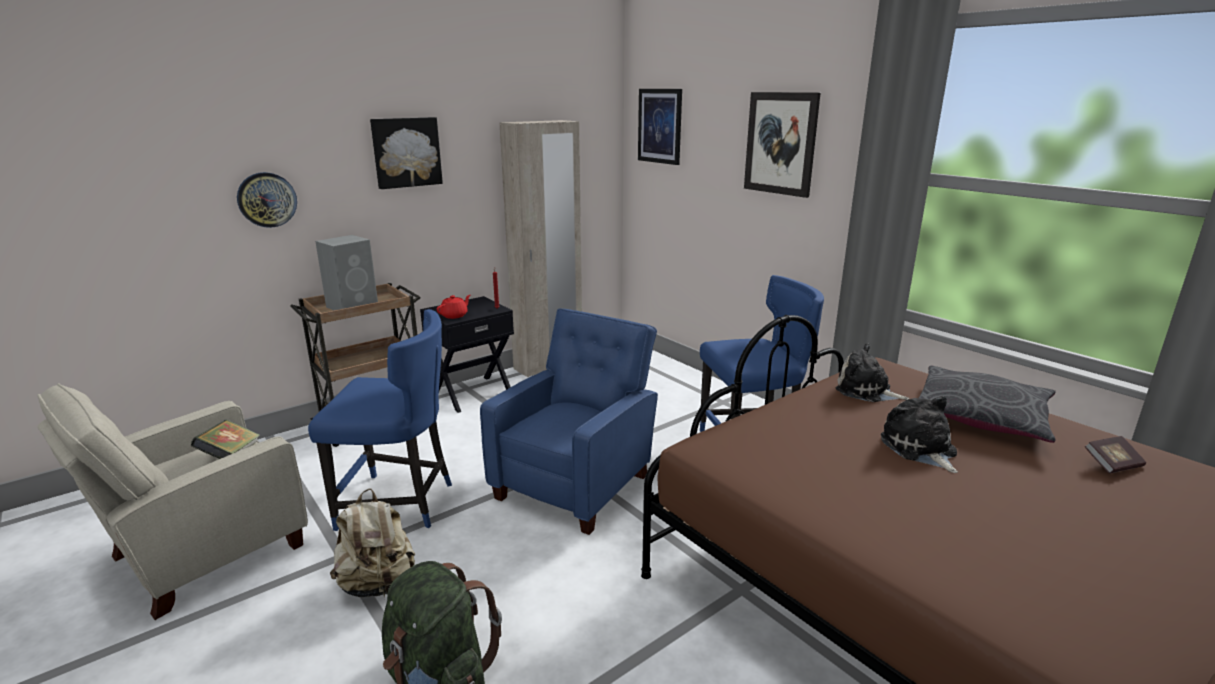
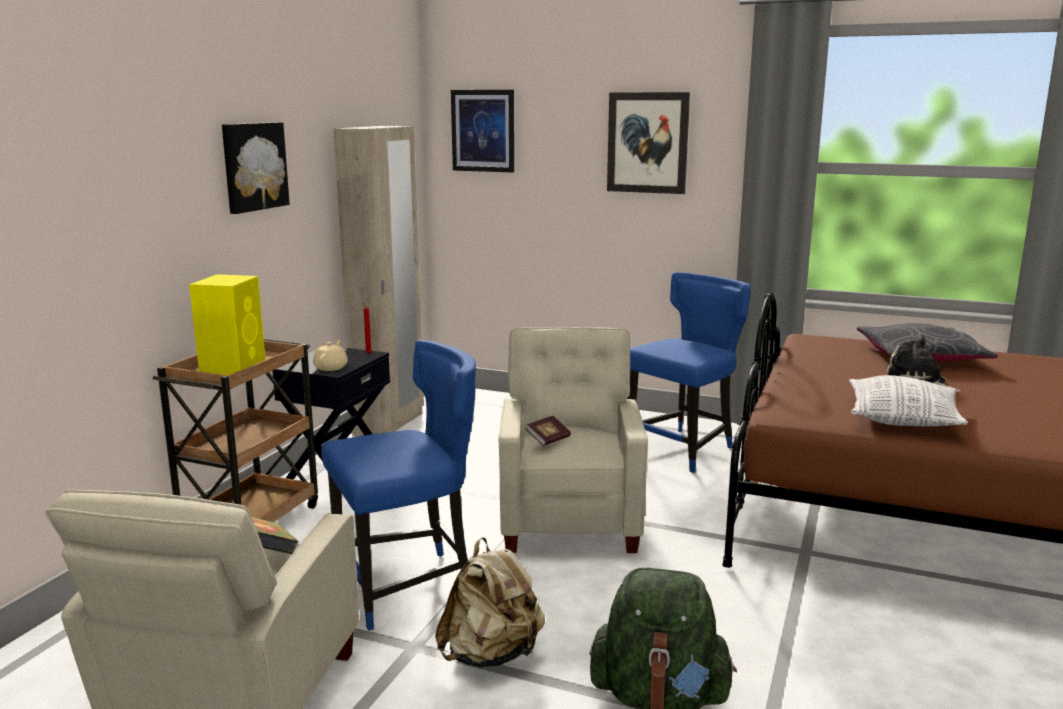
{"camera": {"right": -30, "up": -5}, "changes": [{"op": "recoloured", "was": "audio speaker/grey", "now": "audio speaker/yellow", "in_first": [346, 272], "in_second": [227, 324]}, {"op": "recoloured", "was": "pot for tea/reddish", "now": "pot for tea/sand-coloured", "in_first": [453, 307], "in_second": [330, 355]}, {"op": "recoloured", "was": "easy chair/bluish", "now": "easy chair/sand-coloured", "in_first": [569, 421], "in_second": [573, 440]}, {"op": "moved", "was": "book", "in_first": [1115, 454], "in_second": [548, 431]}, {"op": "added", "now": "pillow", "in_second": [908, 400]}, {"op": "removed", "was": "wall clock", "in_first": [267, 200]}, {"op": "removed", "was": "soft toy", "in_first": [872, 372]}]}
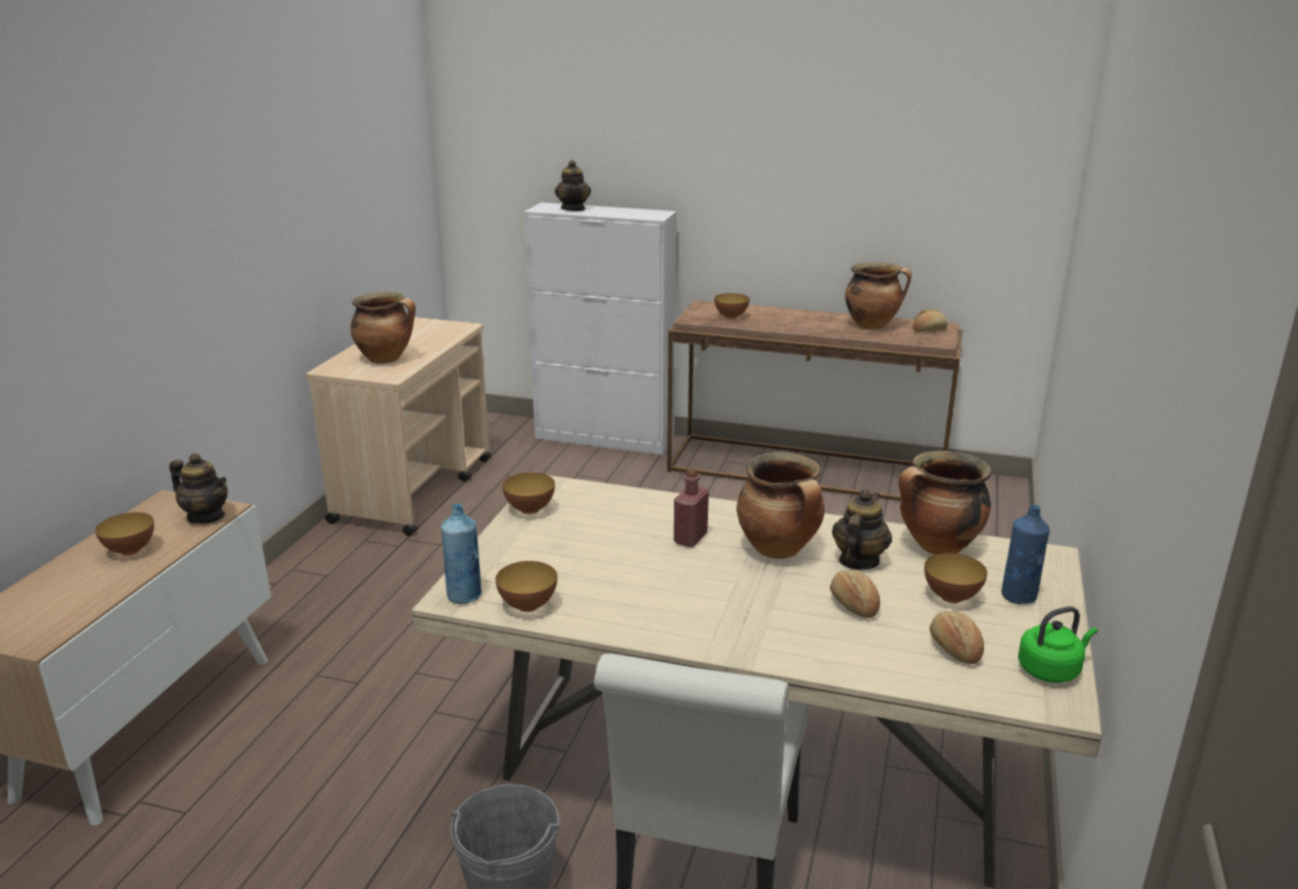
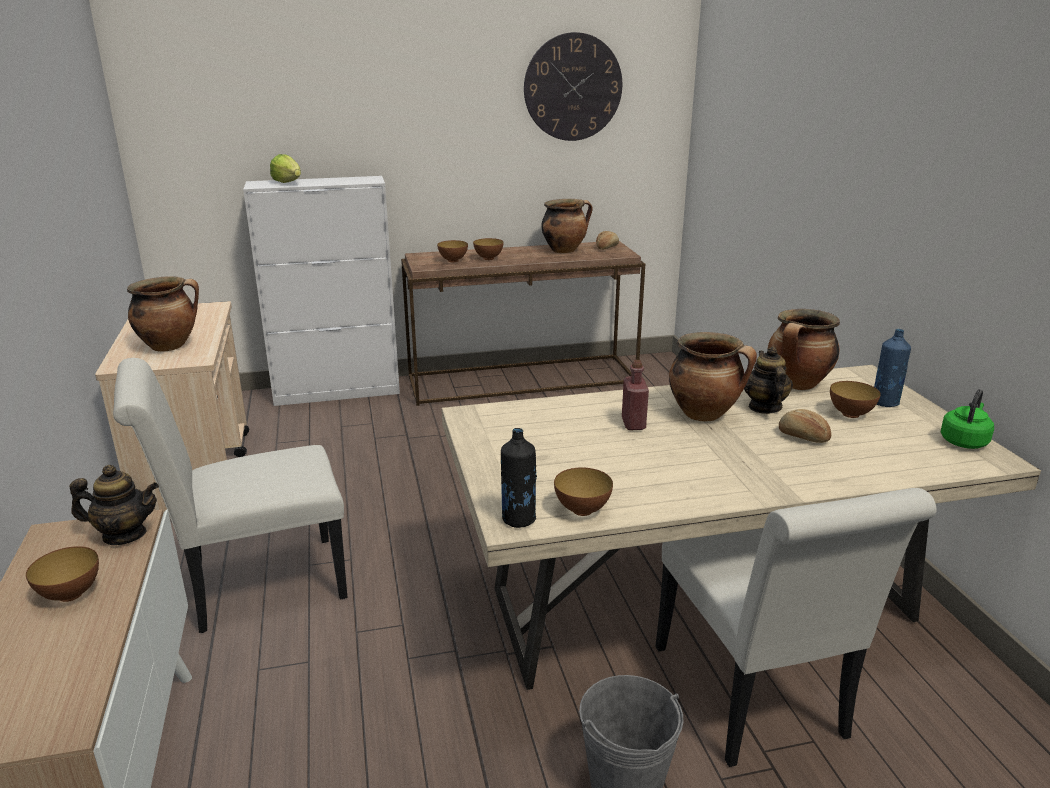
{"camera": {"right": -30, "up": 0}, "changes": [{"op": "added", "now": "upright chair/white-coloured", "in_second": [230, 495]}, {"op": "replaced", "was": "pot for tea", "now": "lettuce head", "in_first": [573, 185], "in_second": [285, 168]}, {"op": "moved", "was": "serving bowl", "in_first": [528, 493], "in_second": [488, 249]}, {"op": "recoloured", "was": "drink bottle/bluish", "now": "drink bottle/black", "in_first": [461, 554], "in_second": [519, 478]}, {"op": "added", "now": "wall clock", "in_second": [573, 86]}, {"op": "removed", "was": "bakery bread", "in_first": [957, 637]}]}
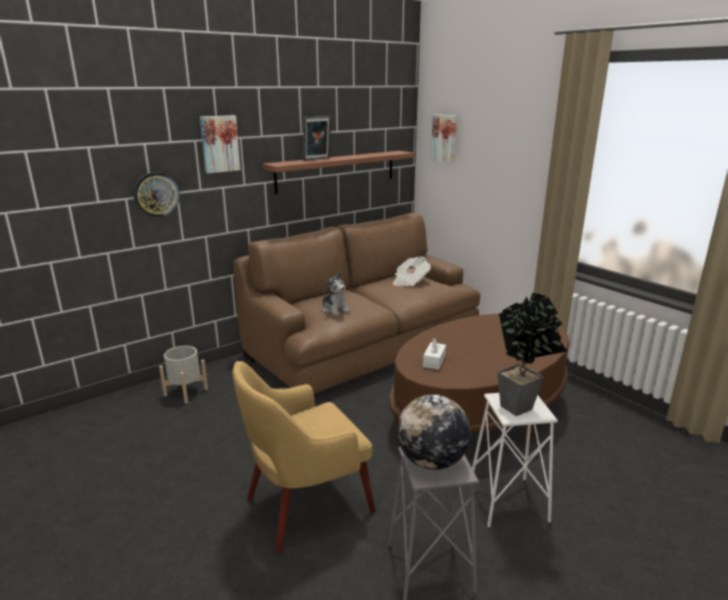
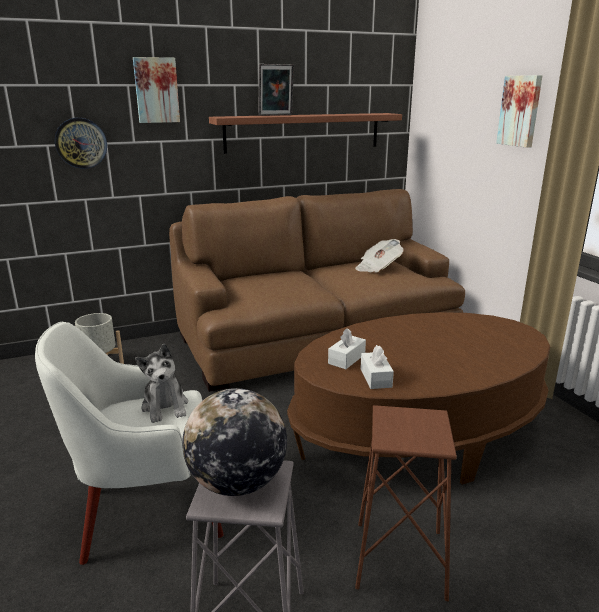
{"camera": {"right": 15, "up": 0}, "changes": [{"op": "recoloured", "was": "easy chair/yellow", "now": "easy chair/white-coloured", "in_first": [304, 457], "in_second": [129, 443]}, {"op": "moved", "was": "soft toy", "in_first": [336, 294], "in_second": [161, 383]}, {"op": "recoloured", "was": "stool/white-coloured", "now": "stool/brown-coloured", "in_first": [515, 460], "in_second": [406, 503]}, {"op": "added", "now": "tissue box/white-coloured", "in_second": [377, 367]}, {"op": "moved", "was": "wall art", "in_first": [444, 138], "in_second": [519, 111]}, {"op": "removed", "was": "plant in a pot", "in_first": [532, 354]}]}
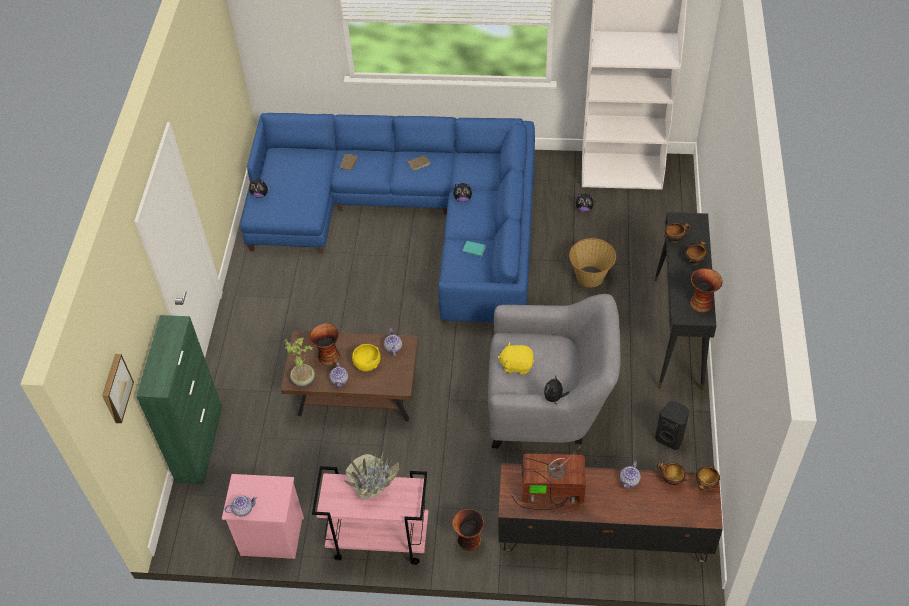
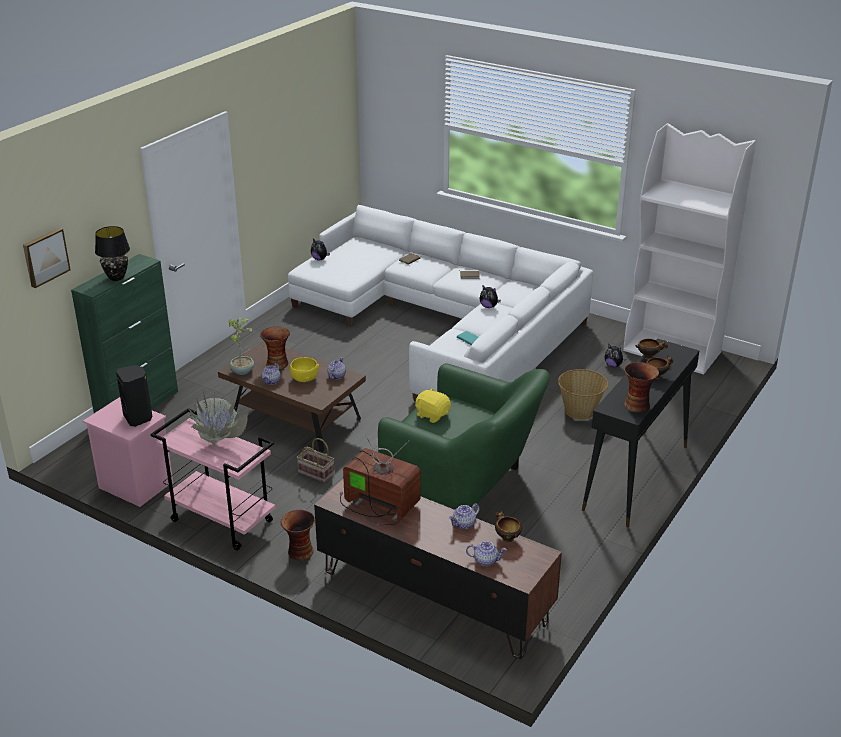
{"camera": {"right": 25, "up": -20}, "changes": [{"op": "added", "now": "table lamp/black", "in_second": [112, 253]}, {"op": "moved", "was": "audio speaker/black", "in_first": [672, 425], "in_second": [134, 396]}, {"op": "recoloured", "was": "couch/bluish", "now": "couch/white-coloured", "in_first": [387, 219], "in_second": [440, 303]}, {"op": "added", "now": "household basket", "in_second": [315, 460]}, {"op": "recoloured", "was": "easy chair/grey", "now": "easy chair/green-coloured", "in_first": [554, 371], "in_second": [464, 435]}, {"op": "moved", "was": "pot for tea", "in_first": [241, 506], "in_second": [486, 553]}, {"op": "removed", "was": "soft toy", "in_first": [556, 389]}, {"op": "removed", "was": "serving bowl", "in_first": [708, 478]}]}
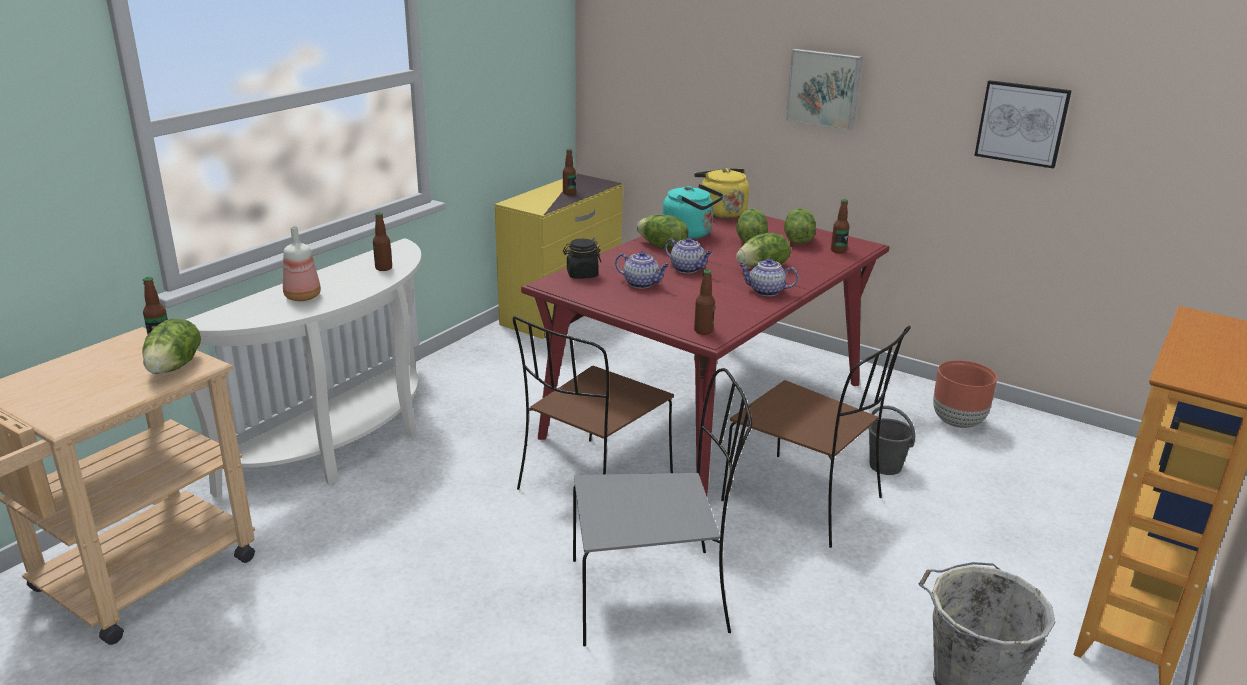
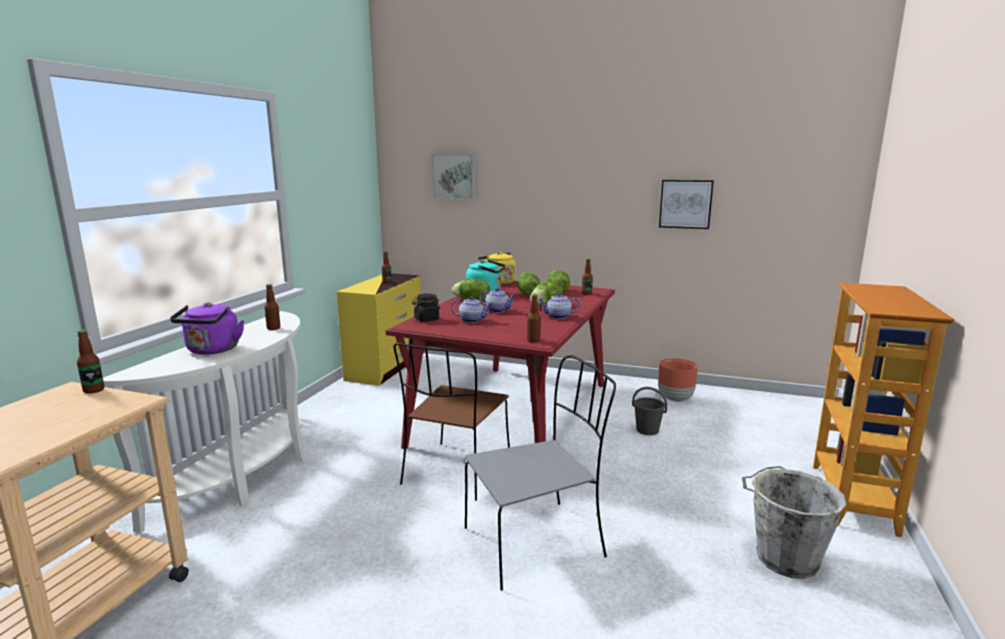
{"camera": {"right": -15, "up": -10}, "changes": [{"op": "replaced", "was": "drink bottle", "now": "tea kettle/purplish", "in_first": [302, 263], "in_second": [207, 328]}, {"op": "moved", "was": "wall art", "in_first": [823, 89], "in_second": [453, 177]}, {"op": "removed", "was": "lettuce head", "in_first": [171, 346]}, {"op": "removed", "was": "upright chair/brown-coloured", "in_first": [816, 437]}]}
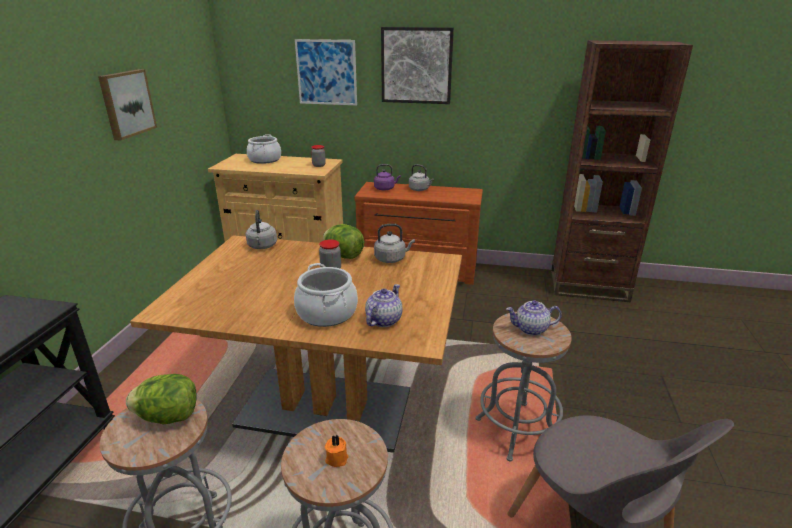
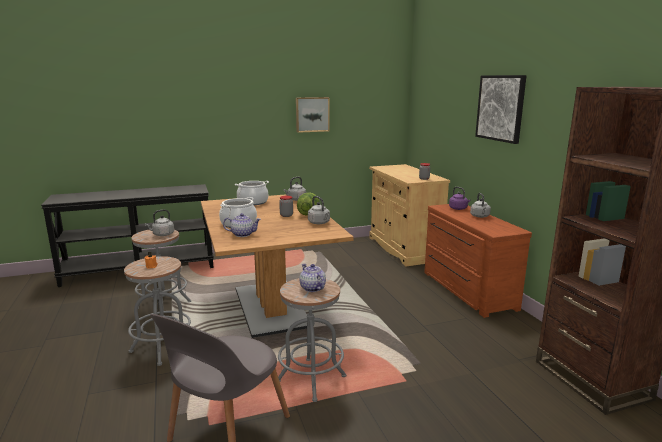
{"camera": {"right": 60, "up": -10}, "changes": [{"op": "replaced", "was": "lettuce head", "now": "tea kettle/grey", "in_first": [161, 399], "in_second": [159, 222]}, {"op": "moved", "was": "stockpot", "in_first": [264, 149], "in_second": [252, 193]}, {"op": "removed", "was": "wall art", "in_first": [326, 72]}]}
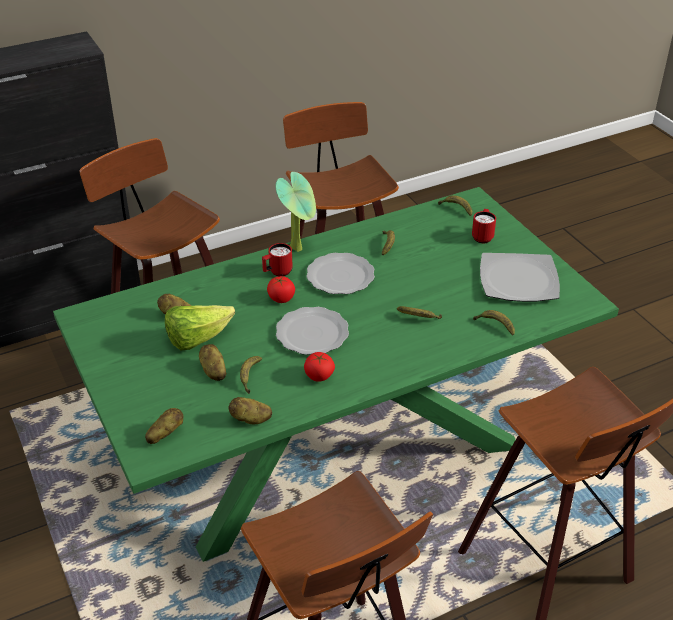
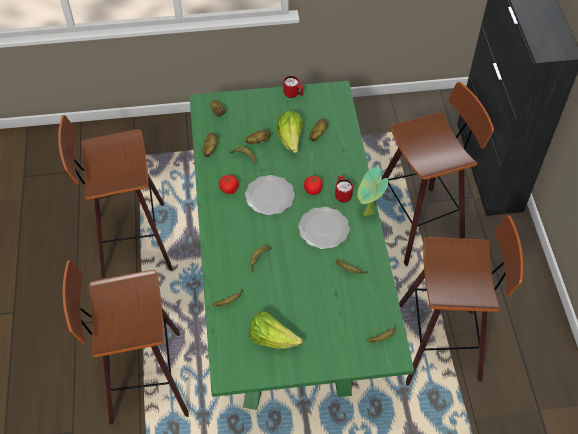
{"camera": {"right": 110, "up": 15}, "changes": [{"op": "replaced", "was": "flat dish", "now": "lettuce head", "in_first": [520, 277], "in_second": [276, 330]}, {"op": "moved", "was": "coffee mug/reddish", "in_first": [484, 226], "in_second": [293, 87]}]}
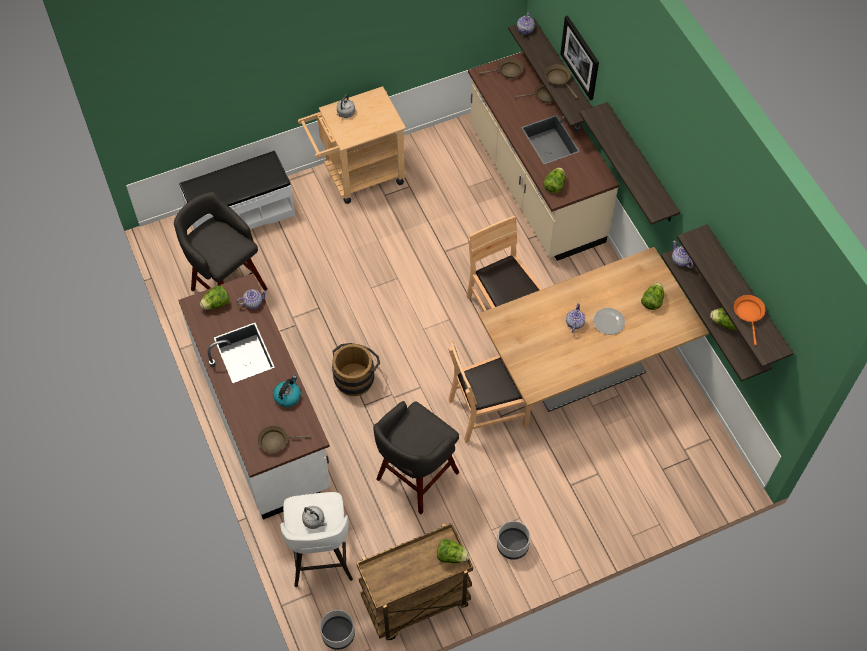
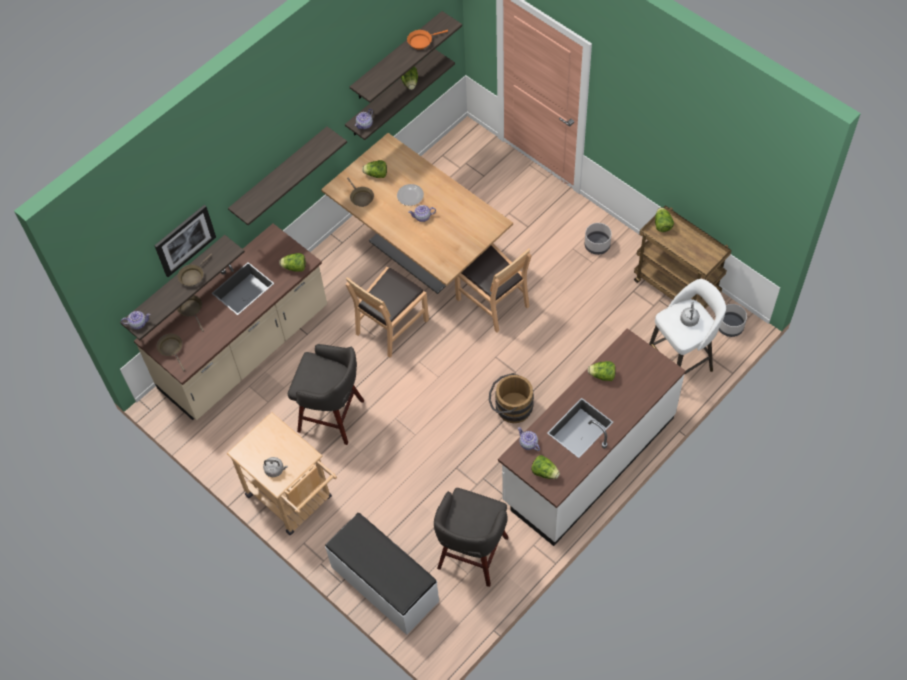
{"camera": {"right": -110, "up": 0}, "changes": [{"op": "moved", "was": "stool/grey", "in_first": [416, 457], "in_second": [326, 394]}, {"op": "moved", "was": "skillet/brown-coloured", "in_first": [284, 439], "in_second": [360, 192]}, {"op": "replaced", "was": "tea kettle", "now": "lettuce head", "in_first": [287, 391], "in_second": [602, 371]}]}
